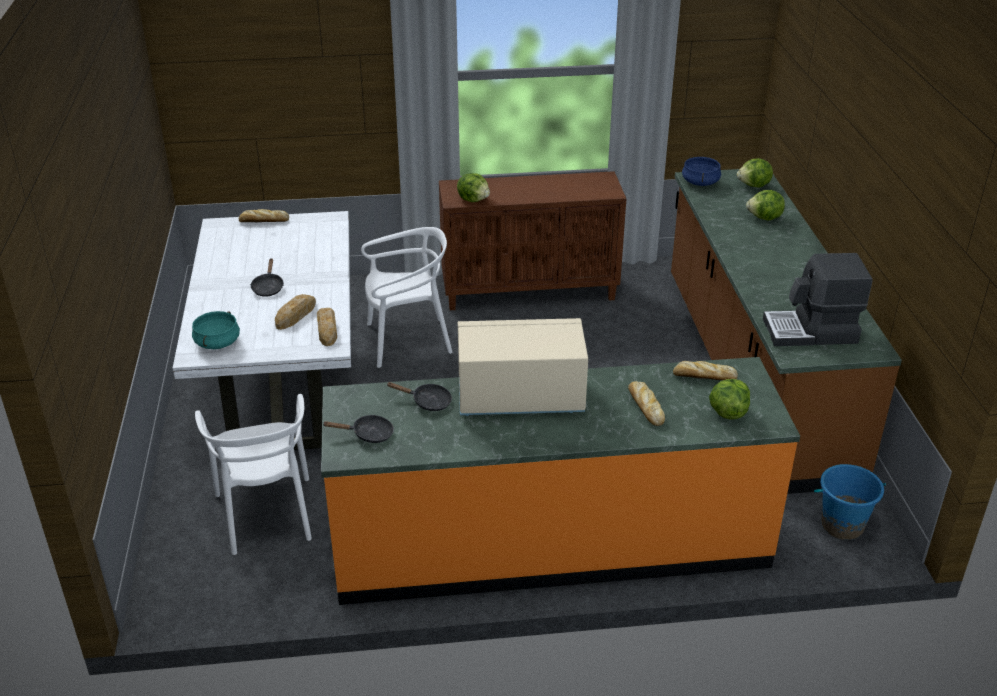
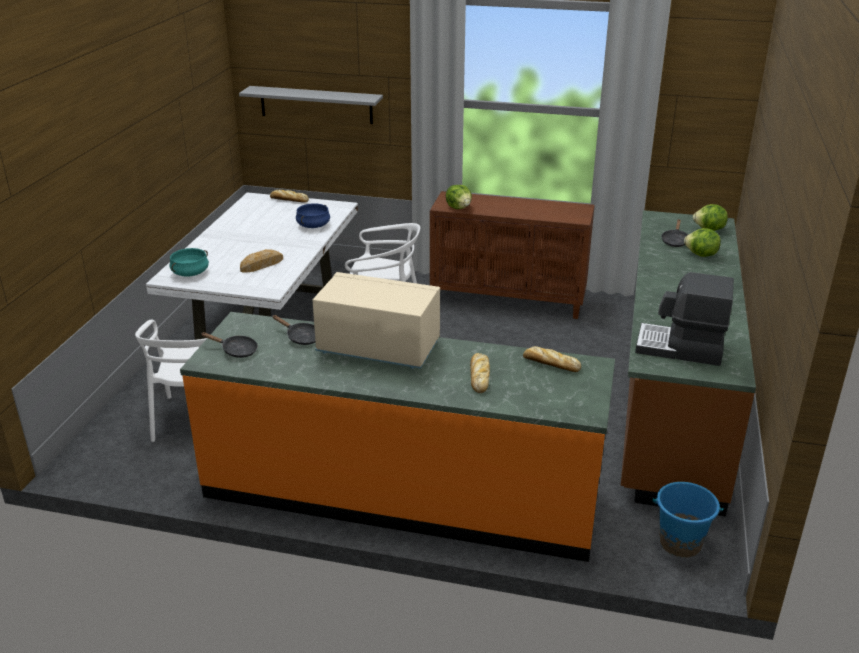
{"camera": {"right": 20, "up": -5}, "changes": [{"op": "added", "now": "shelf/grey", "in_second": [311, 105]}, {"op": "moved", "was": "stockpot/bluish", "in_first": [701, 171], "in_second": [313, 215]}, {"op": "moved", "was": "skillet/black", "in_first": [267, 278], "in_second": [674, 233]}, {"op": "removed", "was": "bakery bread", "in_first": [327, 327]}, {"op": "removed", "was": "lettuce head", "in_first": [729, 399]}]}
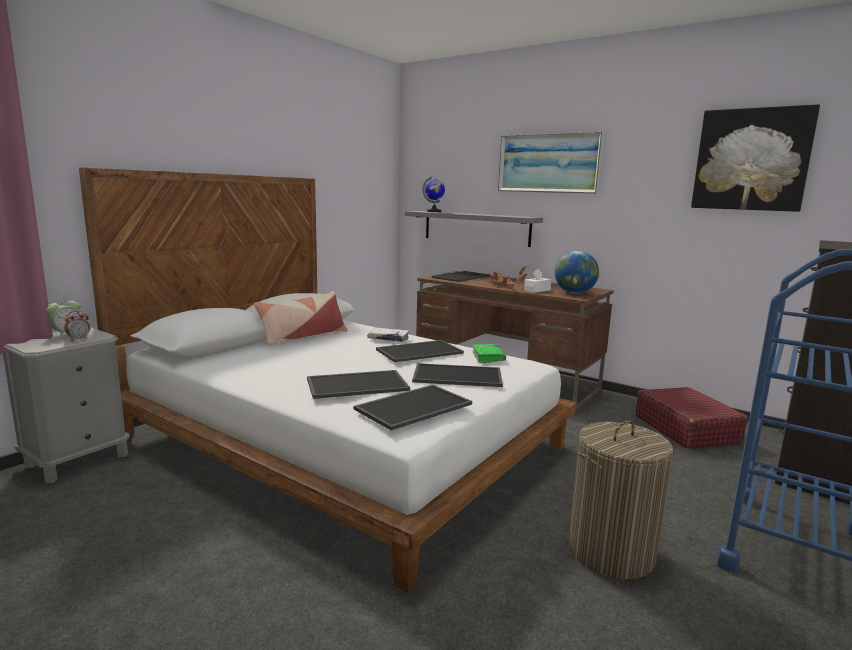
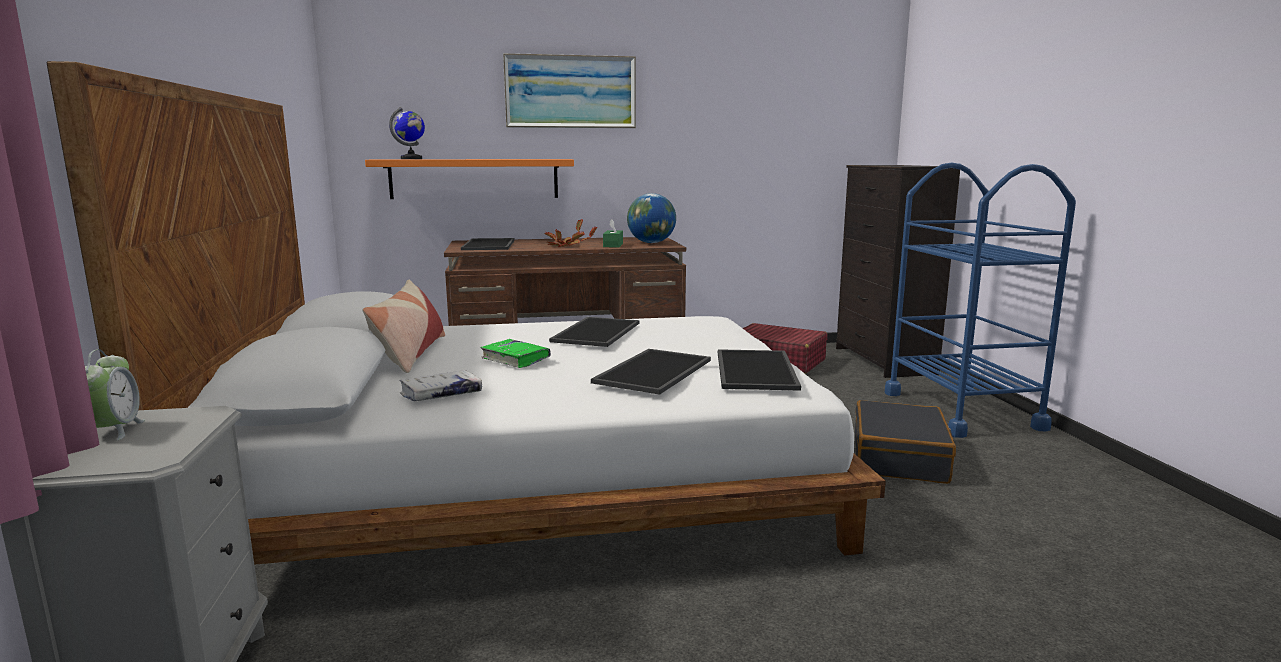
{"camera": {"right": -45, "up": 0}, "changes": [{"op": "recoloured", "was": "shelf/grey", "now": "shelf/orangey", "in_first": [474, 229], "in_second": [469, 179]}, {"op": "moved", "was": "book/white-coloured", "in_first": [388, 334], "in_second": [440, 385]}, {"op": "moved", "was": "book/green-coloured", "in_first": [489, 353], "in_second": [516, 353]}, {"op": "recoloured", "was": "tissue box/white-coloured", "now": "tissue box/green-coloured", "in_first": [537, 281], "in_second": [613, 233]}, {"op": "replaced", "was": "laundry basket", "now": "suitcase/black", "in_first": [620, 500], "in_second": [905, 442]}, {"op": "removed", "was": "bedside clock", "in_first": [77, 326]}, {"op": "removed", "was": "tray", "in_first": [457, 375]}, {"op": "removed", "was": "wall art", "in_first": [755, 158]}]}
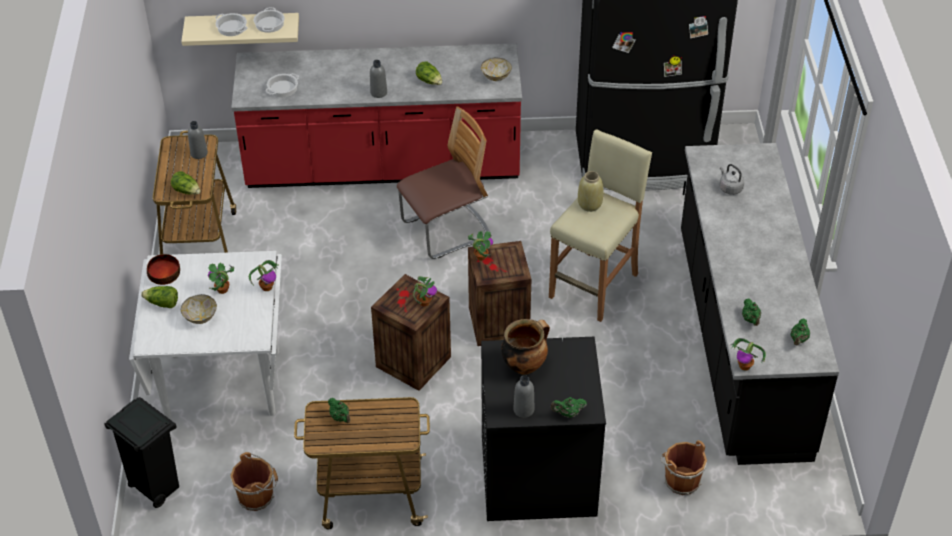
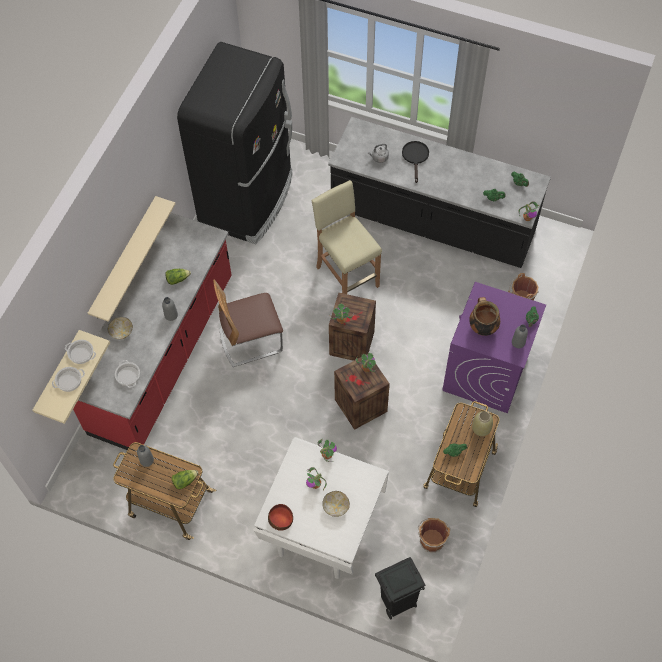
{"camera": {"right": -65, "up": 15}, "changes": [{"op": "added", "now": "shelf/sand-coloured", "in_second": [132, 259]}, {"op": "moved", "was": "serving bowl", "in_first": [496, 69], "in_second": [120, 328]}, {"op": "turned", "was": "upright chair", "in_first": [444, 182], "in_second": [248, 323], "clockwise": -105}, {"op": "added", "now": "skillet/black", "in_second": [415, 162]}, {"op": "recoloured", "was": "laundry appliance/black", "now": "laundry appliance/purplish", "in_first": [543, 429], "in_second": [494, 347]}, {"op": "moved", "was": "flower vase/sand-coloured", "in_first": [590, 191], "in_second": [482, 423]}, {"op": "removed", "was": "lettuce head", "in_first": [159, 297]}]}
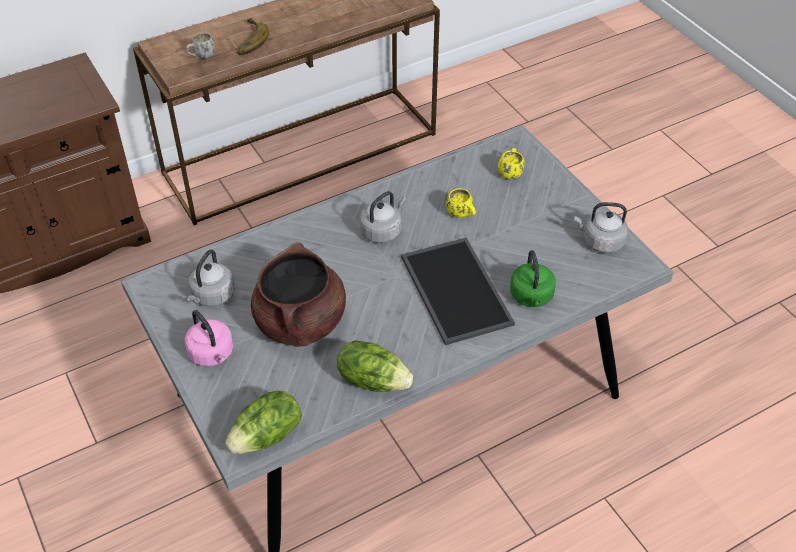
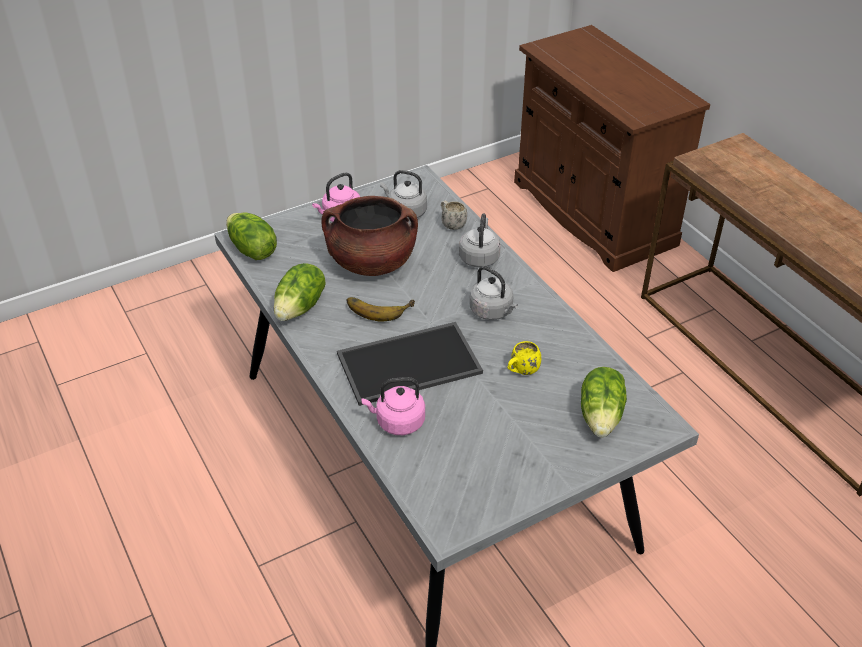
{"camera": {"right": 90, "up": -5}, "changes": [{"op": "moved", "was": "banana fruit", "in_first": [253, 36], "in_second": [380, 309]}, {"op": "recoloured", "was": "tea kettle/green-coloured", "now": "tea kettle/pinkish", "in_first": [533, 278], "in_second": [393, 406]}, {"op": "moved", "was": "coffee mug/white-coloured", "in_first": [200, 46], "in_second": [454, 215]}, {"op": "moved", "was": "tea kettle/grey", "in_first": [601, 227], "in_second": [480, 240]}, {"op": "replaced", "was": "coffee mug/yellow", "now": "lettuce head", "in_first": [511, 163], "in_second": [604, 402]}]}
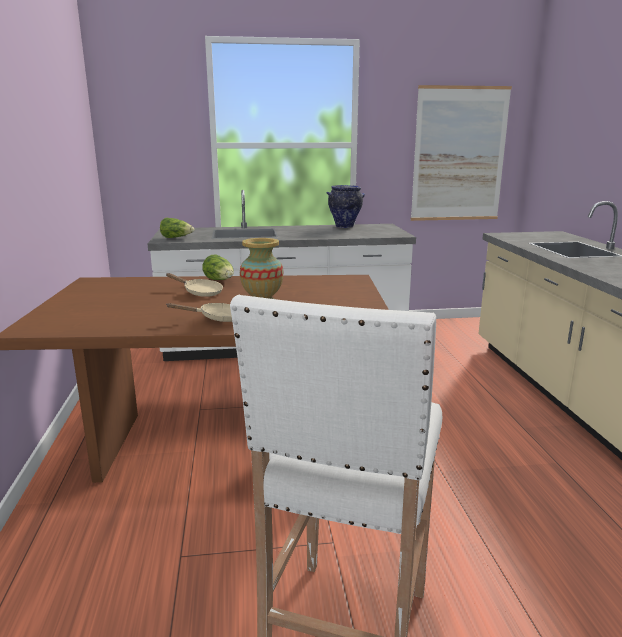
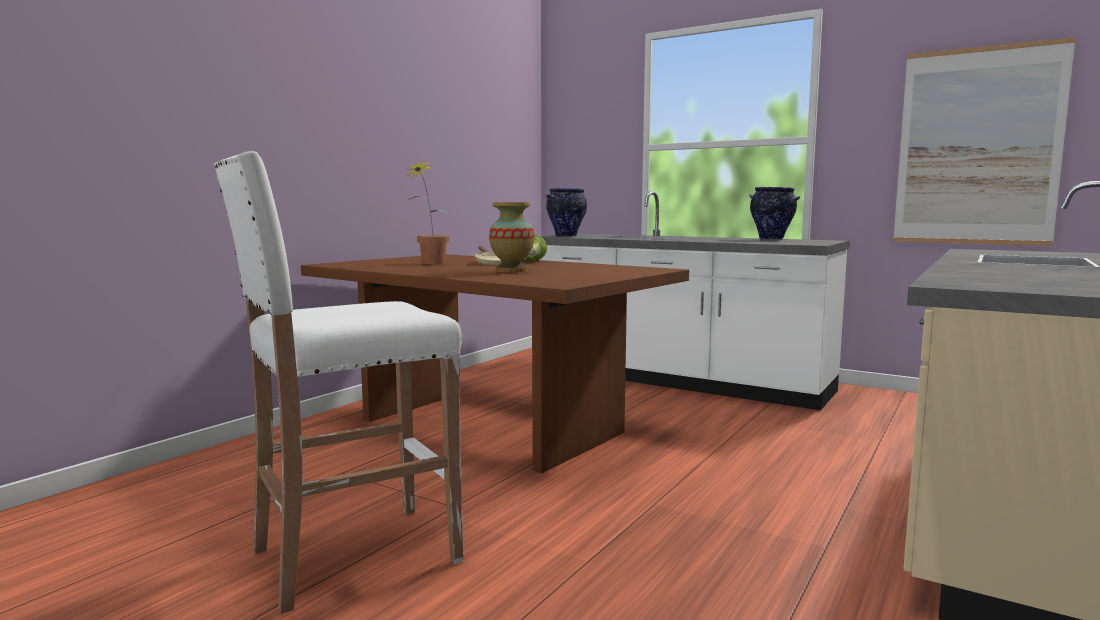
{"camera": {"right": 40, "up": -10}, "changes": [{"op": "added", "now": "plant in a pot", "in_second": [427, 212]}, {"op": "replaced", "was": "lettuce head", "now": "flower vase", "in_first": [177, 228], "in_second": [566, 212]}, {"op": "removed", "was": "skillet/sand-coloured", "in_first": [199, 312]}]}
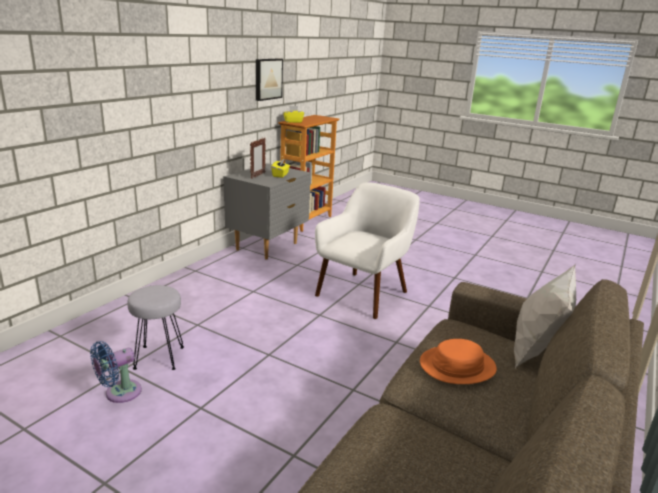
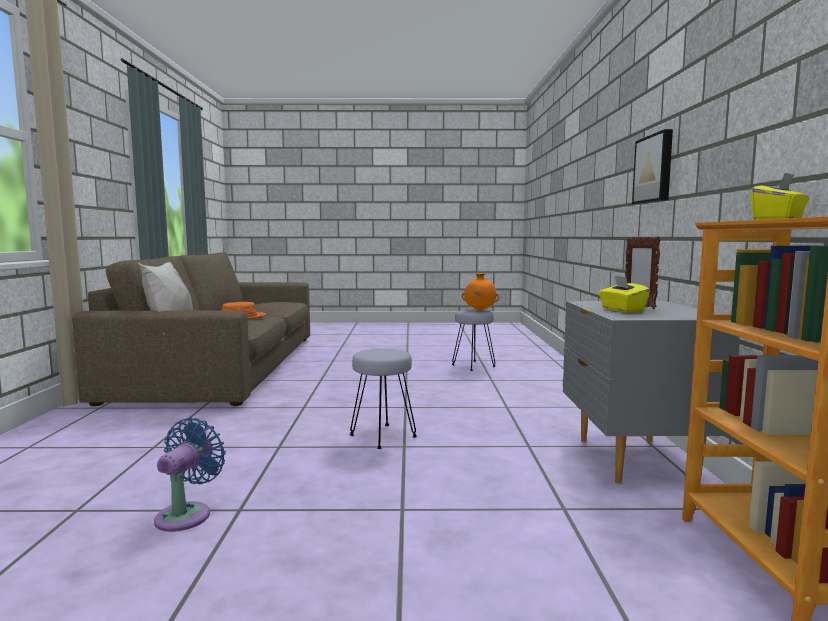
{"camera": {"right": 150, "up": -15}, "changes": [{"op": "moved", "was": "cooling fan/bluish", "in_first": [116, 372], "in_second": [190, 475]}, {"op": "replaced", "was": "easy chair/white-coloured", "now": "stool/grey", "in_first": [367, 250], "in_second": [383, 398]}, {"op": "added", "now": "flower vase/orangey", "in_second": [480, 292]}, {"op": "moved", "was": "wall art", "in_first": [269, 79], "in_second": [652, 166]}]}
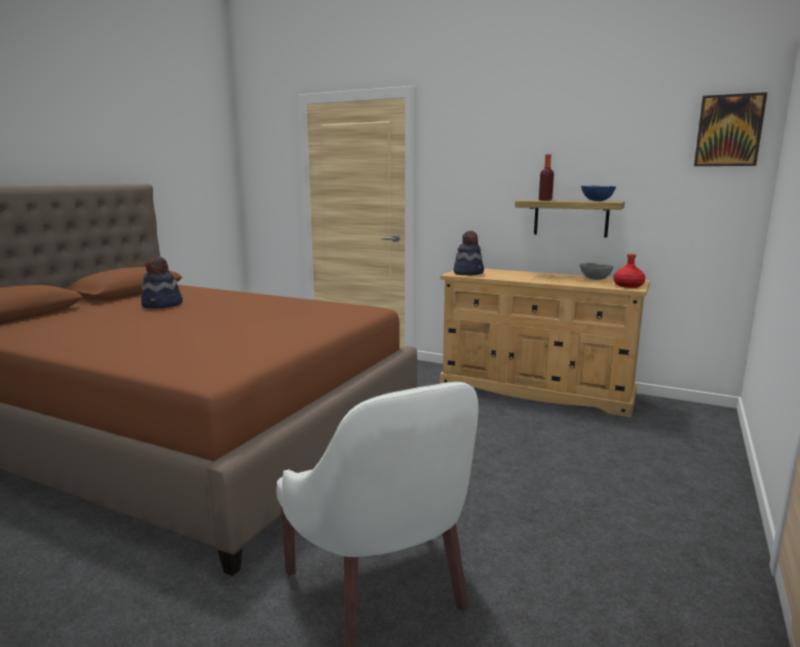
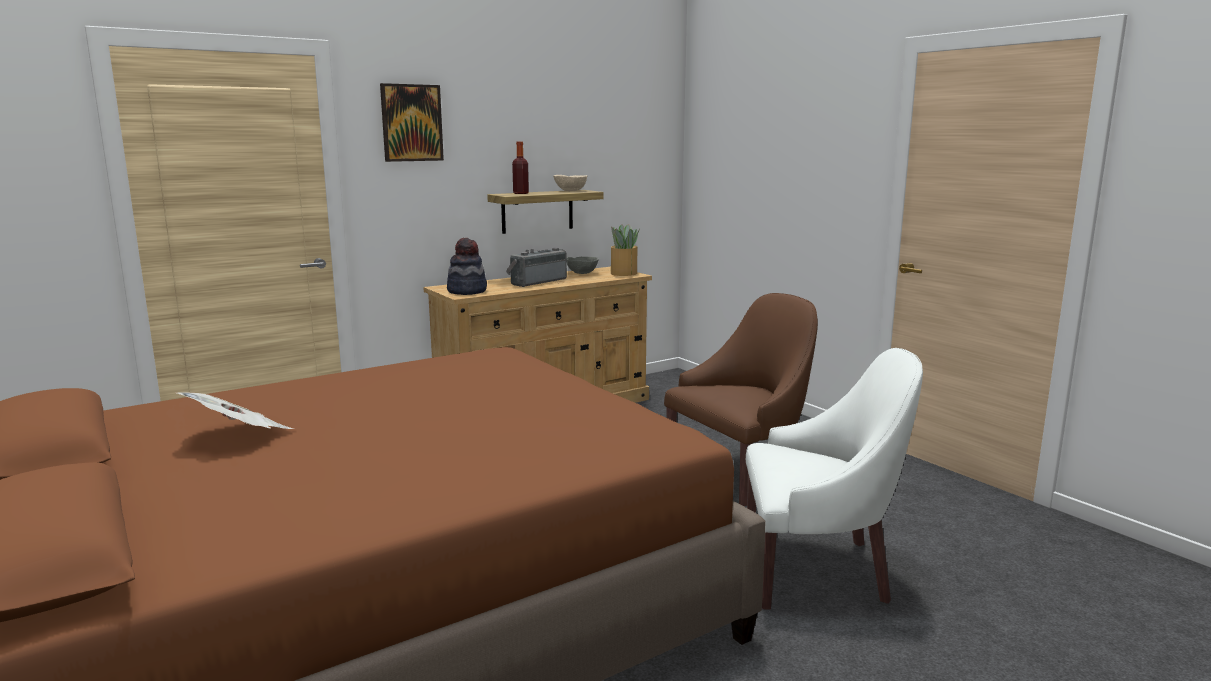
{"camera": {"right": -60, "up": 0}, "changes": [{"op": "replaced", "was": "wearable hat", "now": "newspaper", "in_first": [162, 282], "in_second": [236, 410]}, {"op": "moved", "was": "wall art", "in_first": [730, 129], "in_second": [412, 122]}, {"op": "added", "now": "radio receiver", "in_second": [536, 267]}, {"op": "recoloured", "was": "serving bowl/bluish", "now": "serving bowl/sand-coloured", "in_first": [598, 193], "in_second": [570, 183]}, {"op": "replaced", "was": "drink bottle/reddish", "now": "plant in a pot", "in_first": [629, 271], "in_second": [625, 250]}, {"op": "added", "now": "easy chair/brown-coloured", "in_second": [741, 399]}]}
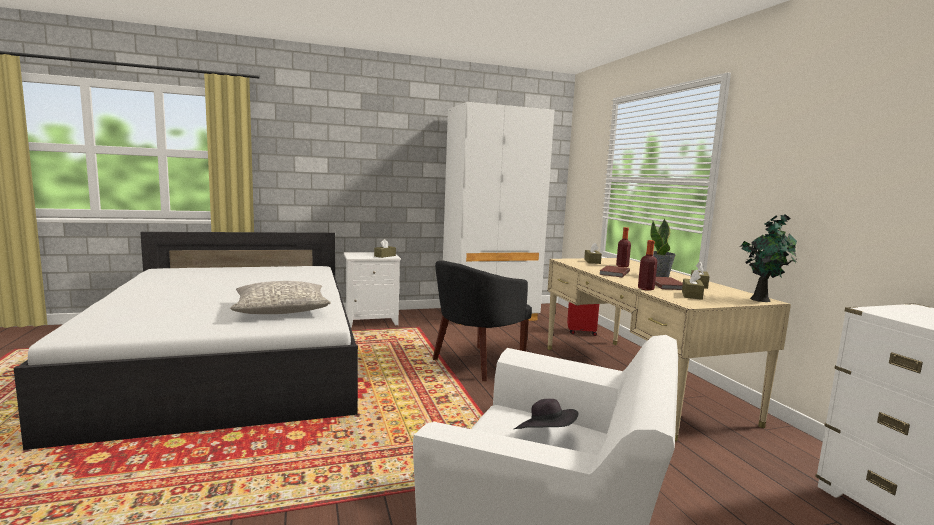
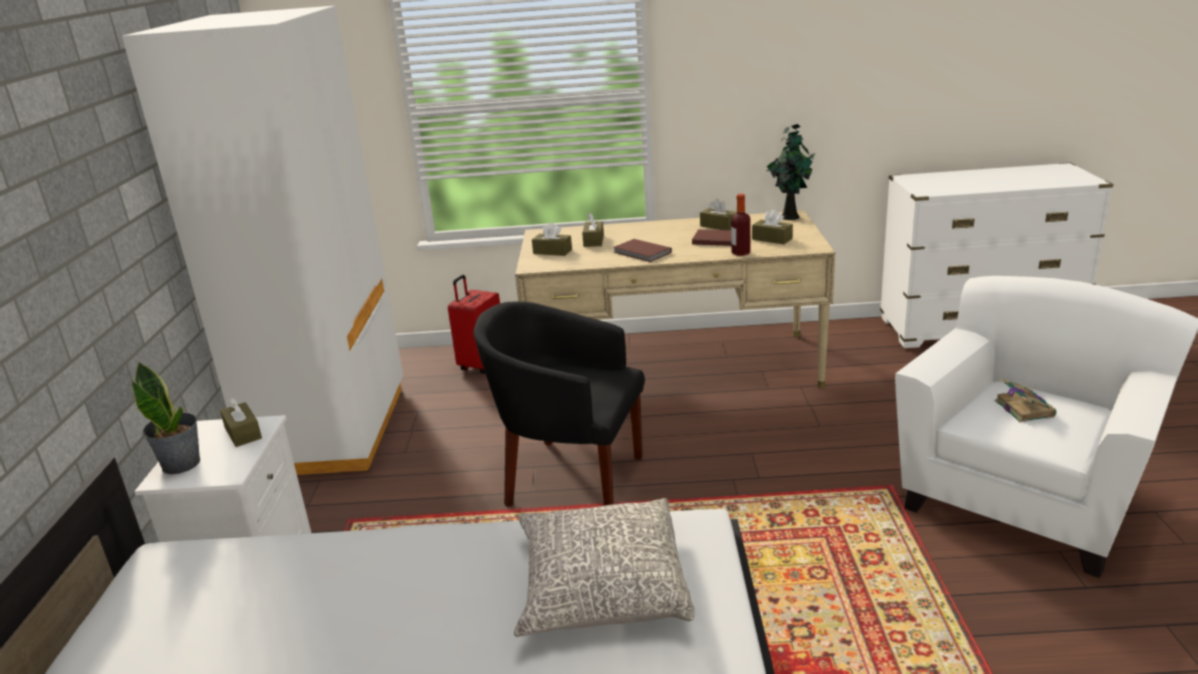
{"camera": {"right": -70, "up": 15}, "changes": [{"op": "moved", "was": "plant in a pot", "in_first": [663, 248], "in_second": [166, 417]}, {"op": "turned", "was": "easy chair/black", "in_first": [482, 320], "in_second": [559, 404], "clockwise": 135}, {"op": "replaced", "was": "drink bottle", "now": "tissue box/brown-coloured", "in_first": [623, 247], "in_second": [593, 230]}, {"op": "replaced", "was": "wearable hat/black", "now": "book", "in_first": [546, 414], "in_second": [1025, 400]}]}
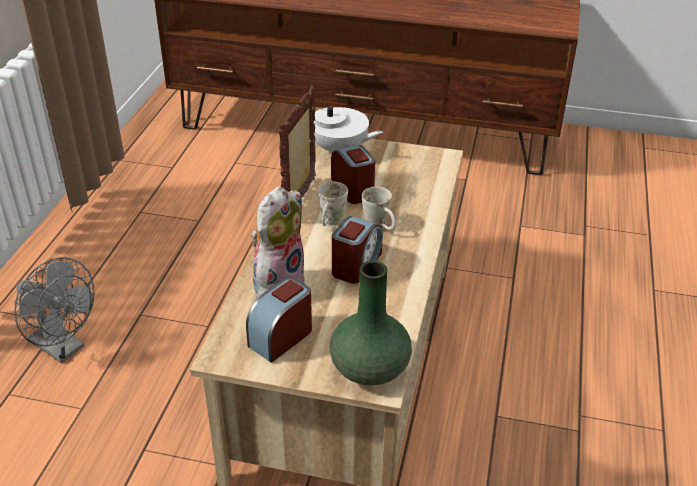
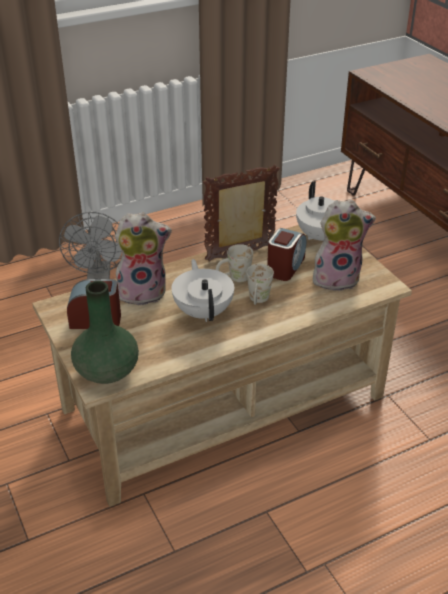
{"camera": {"right": 50, "up": 0}, "changes": [{"op": "replaced", "was": "bedside clock", "now": "pot for tea/white-coloured", "in_first": [357, 250], "in_second": [203, 290]}, {"op": "added", "now": "soft toy", "in_second": [344, 245]}]}
